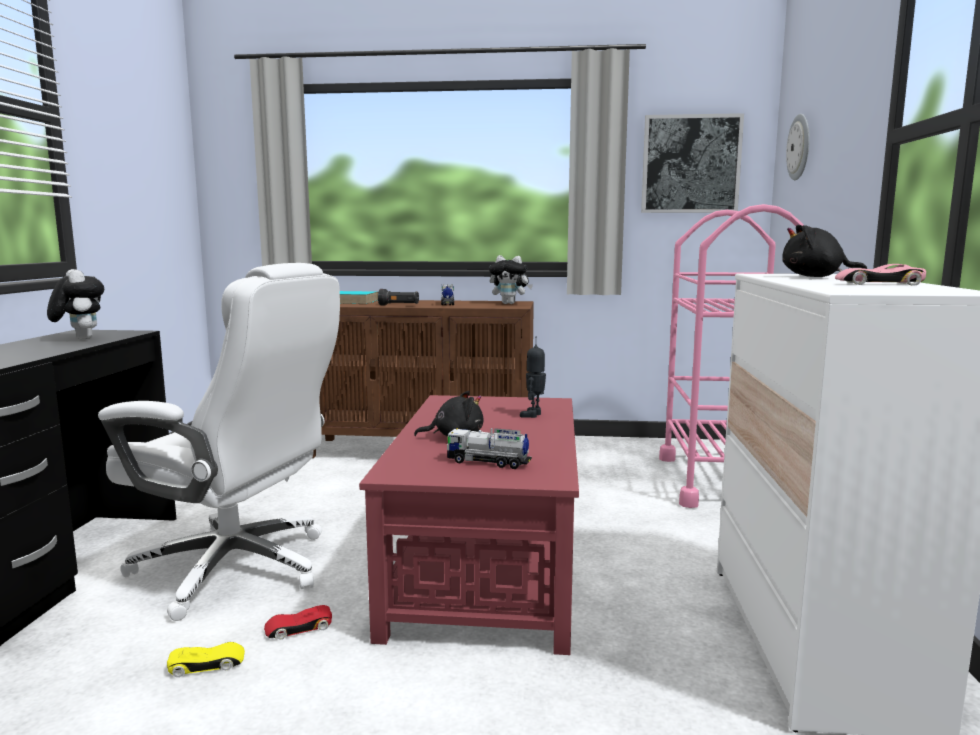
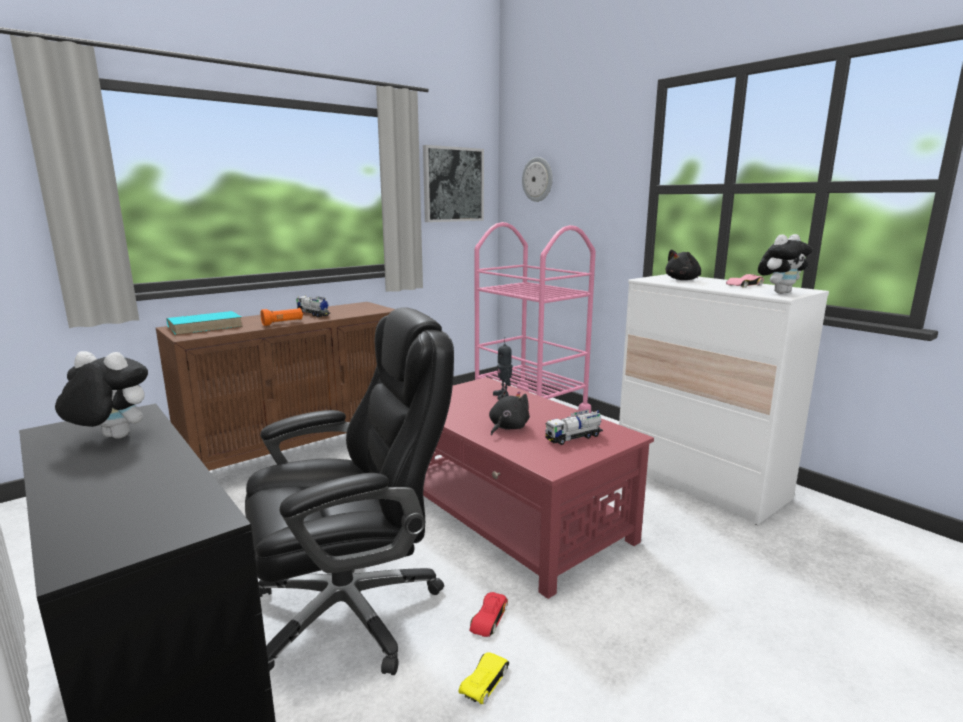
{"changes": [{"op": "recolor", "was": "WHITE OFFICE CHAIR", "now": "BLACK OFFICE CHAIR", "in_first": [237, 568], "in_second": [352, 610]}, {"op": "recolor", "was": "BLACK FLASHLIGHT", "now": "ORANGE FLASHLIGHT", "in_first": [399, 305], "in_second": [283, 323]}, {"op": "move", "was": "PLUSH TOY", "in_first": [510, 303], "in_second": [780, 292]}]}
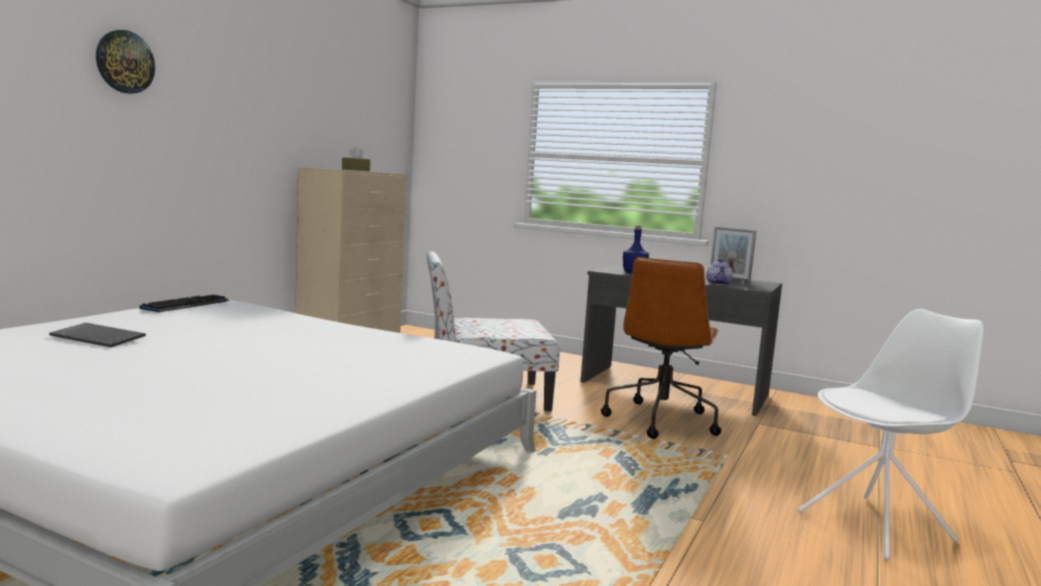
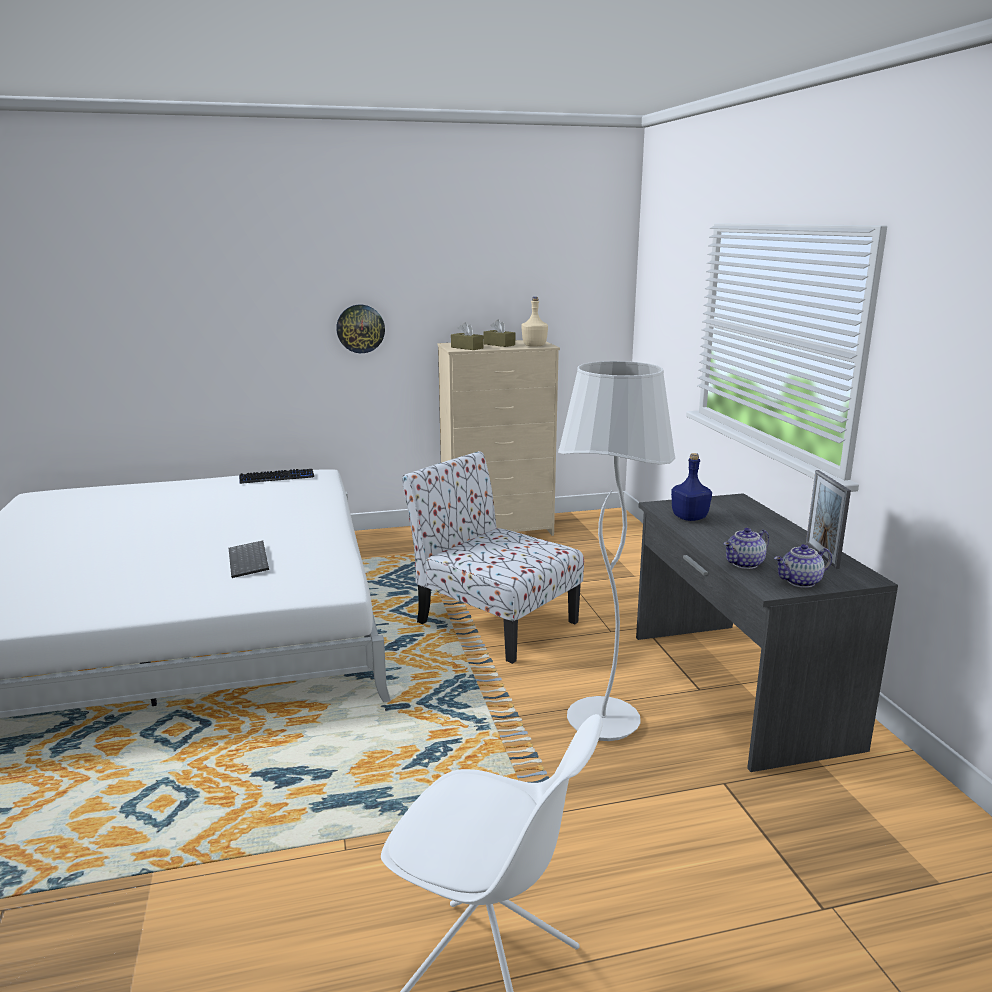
{"changes": [{"op": "move", "was": "KEYBOARD", "in_first": [100, 337], "in_second": [250, 561]}, {"op": "move", "was": "WALL CLOCK", "in_first": [125, 62], "in_second": [360, 328]}, {"op": "replace", "was": "BROWN OFFICE CHAIR", "now": "WHITE FLOOR LAMP", "in_first": [660, 420], "in_second": [603, 722]}, {"op": "insert", "now": "BROWN TISSUE BOX", "in_second": [467, 348]}, {"op": "insert", "now": "BEIGE BOTTLE", "in_second": [534, 346]}, {"op": "insert", "now": "TEAPOT", "in_second": [800, 582]}]}
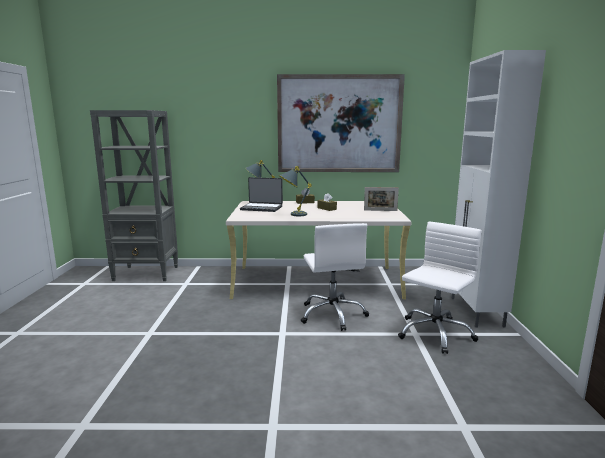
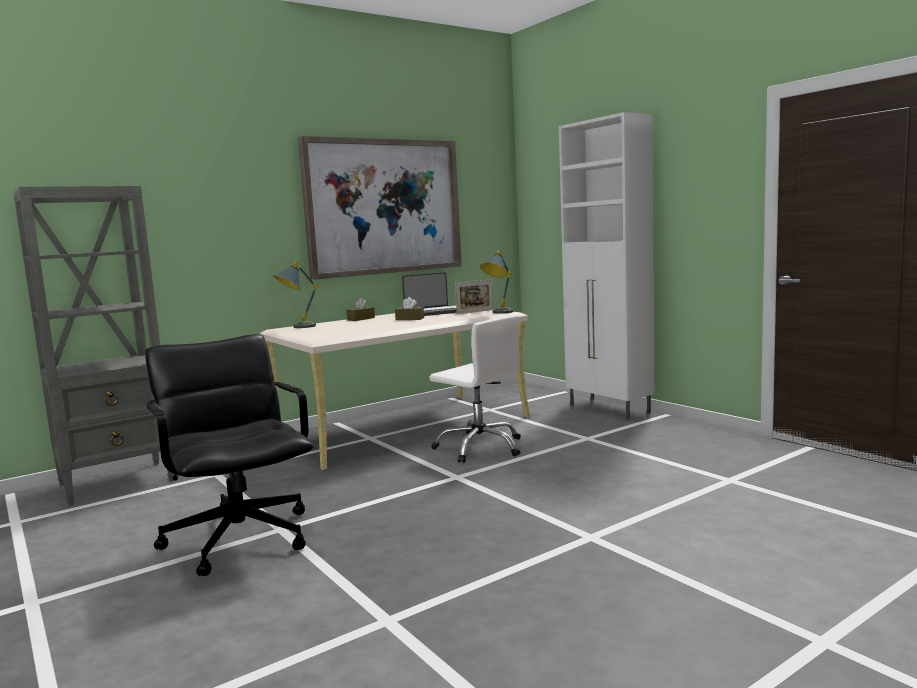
{"changes": [{"op": "move", "was": "LAPTOP", "in_first": [262, 208], "in_second": [432, 312]}, {"op": "move", "was": "GREY TABLE LAMP", "in_first": [292, 215], "in_second": [498, 313]}, {"op": "delete", "was": "WHITE OFFICE CHAIR", "in_first": [434, 333]}, {"op": "insert", "now": "BLACK OFFICE CHAIR", "in_second": [240, 538]}]}
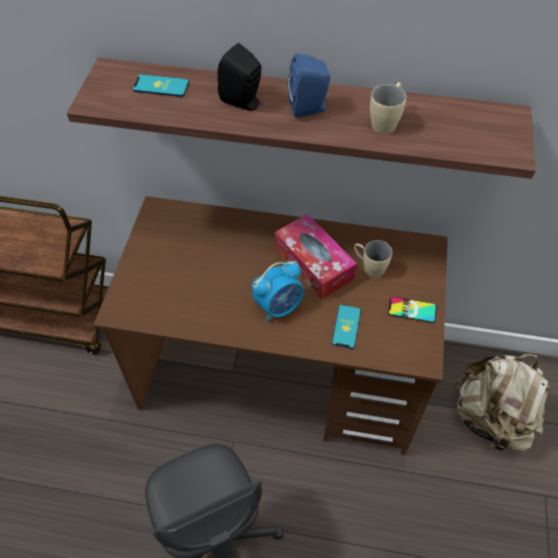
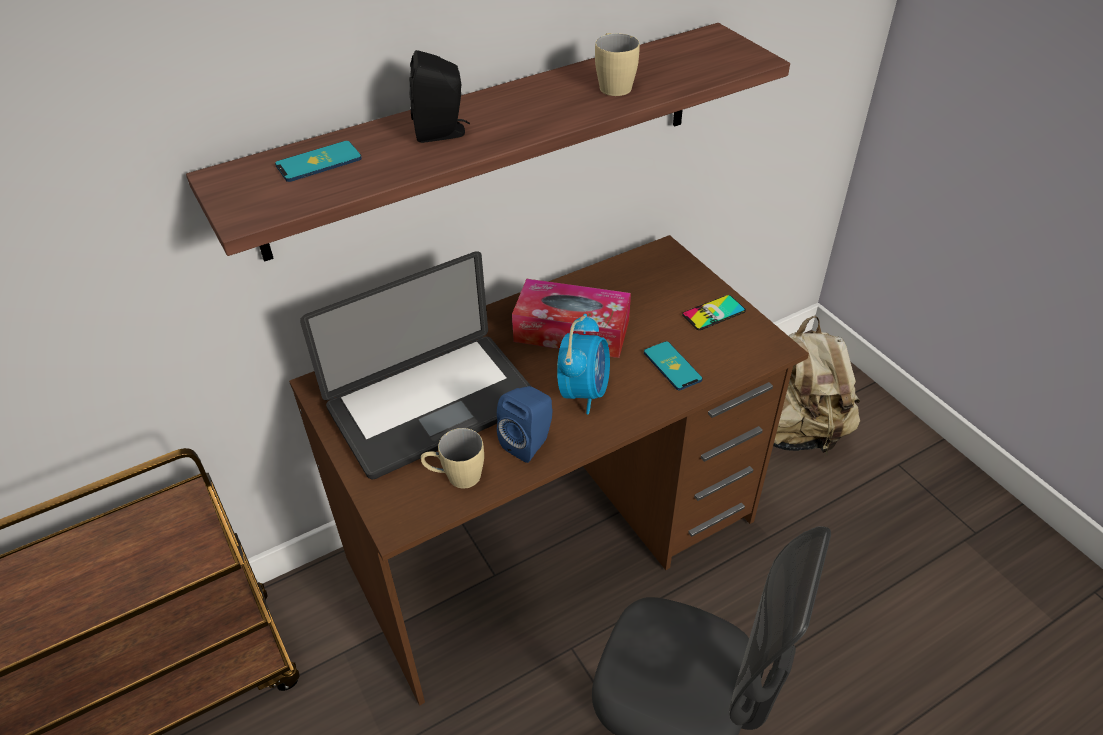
{"changes": [{"op": "move", "was": "BLUE SPEAKER", "in_first": [309, 108], "in_second": [529, 442]}, {"op": "move", "was": "BEIGE MUG", "in_first": [369, 267], "in_second": [455, 477]}, {"op": "insert", "now": "LAPTOP", "in_second": [433, 406]}]}
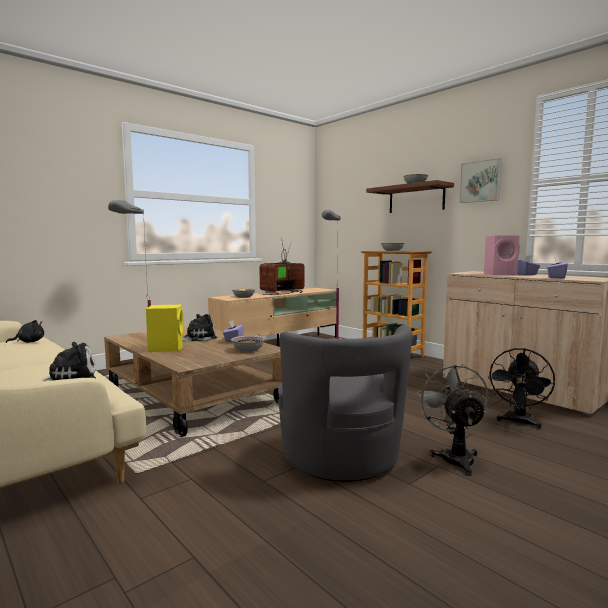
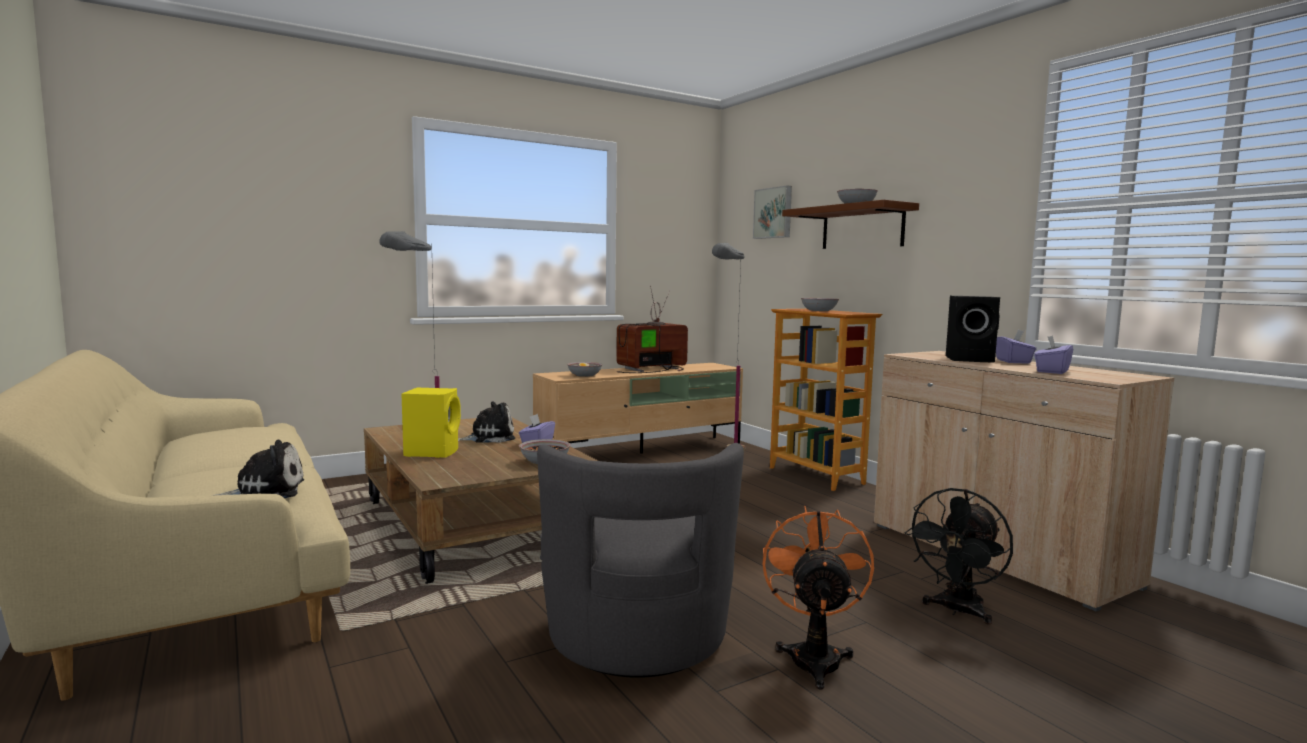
{"changes": [{"op": "delete", "was": "BLACK PLUSH TOY", "in_first": [29, 342]}, {"op": "recolor", "was": "GREY FAN", "now": "ORANGE FAN", "in_first": [454, 456], "in_second": [814, 656]}, {"op": "move", "was": "PICTURE", "in_first": [481, 181], "in_second": [774, 213]}, {"op": "recolor", "was": "PINK SPEAKER", "now": "BLACK SPEAKER", "in_first": [501, 274], "in_second": [971, 360]}]}
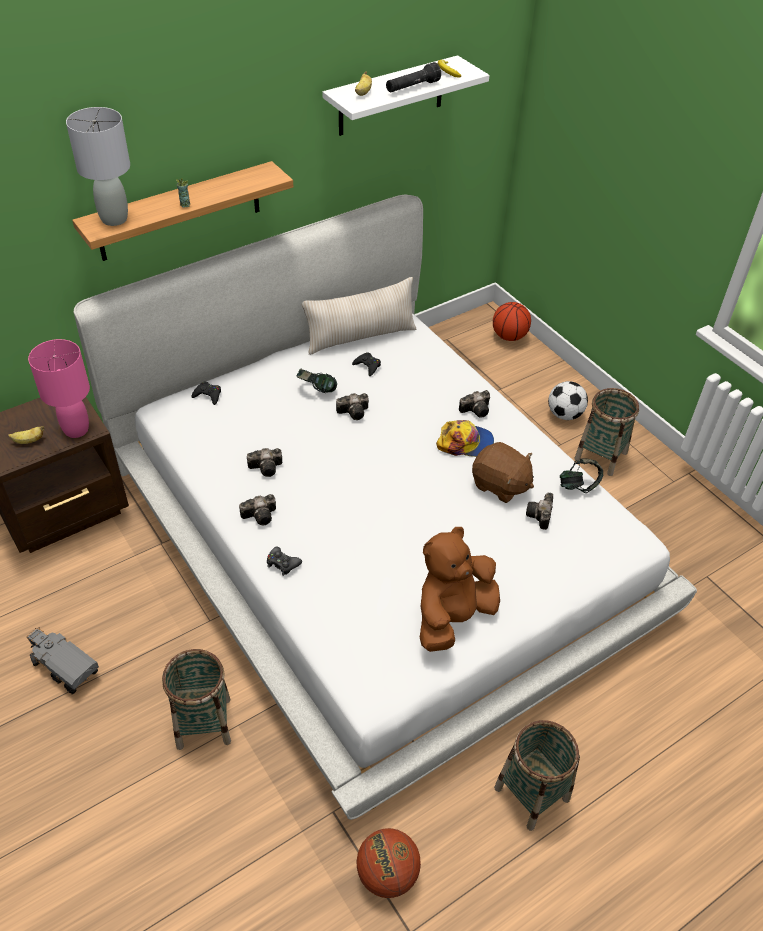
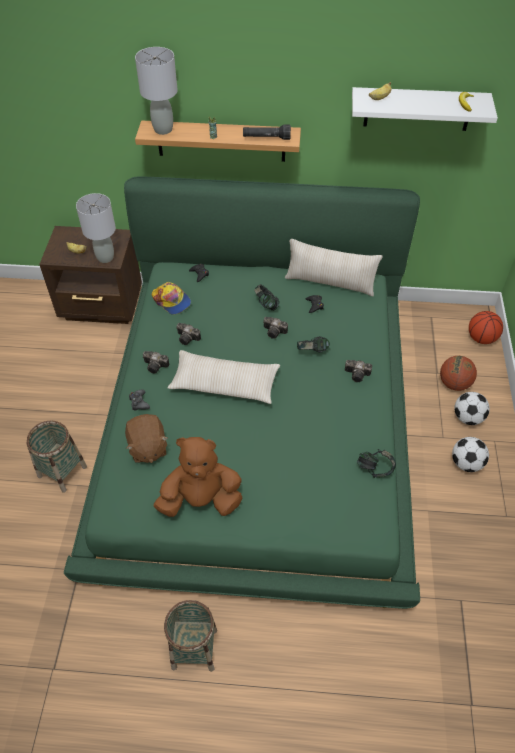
{"changes": [{"op": "delete", "was": "TOY TRUCK", "in_first": [64, 667]}, {"op": "recolor", "was": "PINK TABLE LAMP", "now": "GREY TABLE LAMP", "in_first": [77, 429], "in_second": [106, 257]}, {"op": "recolor", "was": "WHITE BED", "now": "GREEN BED", "in_first": [378, 535], "in_second": [257, 425]}, {"op": "move", "was": "BASKETBALL", "in_first": [387, 874], "in_second": [454, 383]}, {"op": "move", "was": "BLACK FLASHLIGHT", "in_first": [412, 87], "in_second": [266, 138]}, {"op": "move", "was": "CAP", "in_first": [465, 443], "in_second": [172, 301]}, {"op": "move", "was": "BROWN PLUSH TOY", "in_first": [500, 485], "in_second": [147, 448]}, {"op": "delete", "was": "PHOTO CAMERA", "in_first": [540, 516]}, {"op": "replace", "was": "BASKET", "now": "FOOTBALL", "in_first": [601, 456], "in_second": [466, 463]}, {"op": "insert", "now": "BEIGE PILLOW", "in_second": [224, 383]}, {"op": "insert", "now": "HEADPHONES", "in_second": [312, 352]}]}
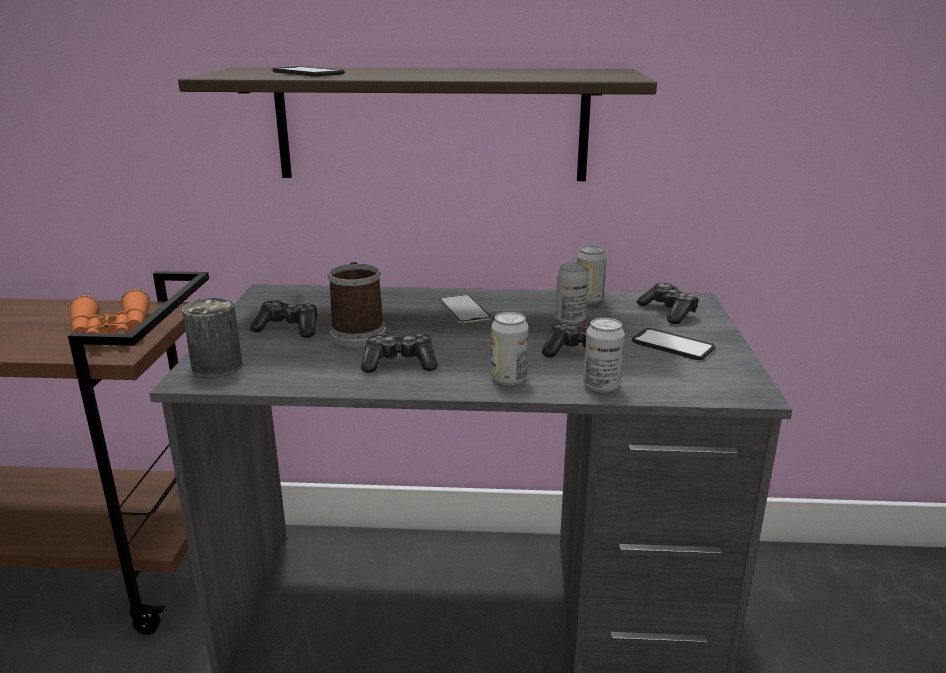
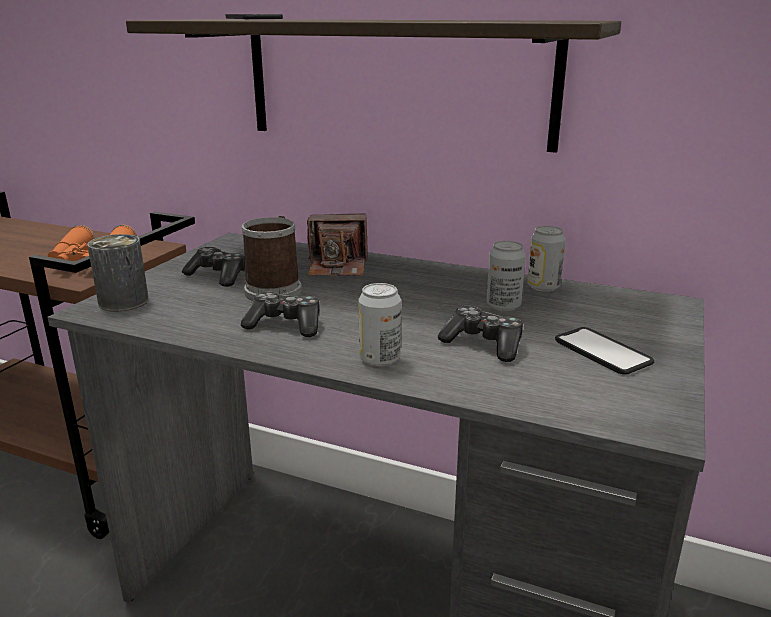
{"changes": [{"op": "delete", "was": "PHONE", "in_first": [464, 309]}, {"op": "delete", "was": "CAN", "in_first": [601, 386]}, {"op": "delete", "was": "GAME CONTROLLER", "in_first": [668, 312]}, {"op": "insert", "now": "PHOTO CAMERA", "in_second": [338, 267]}]}
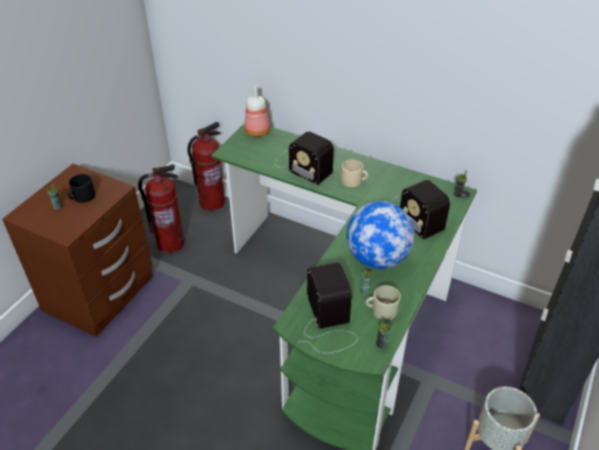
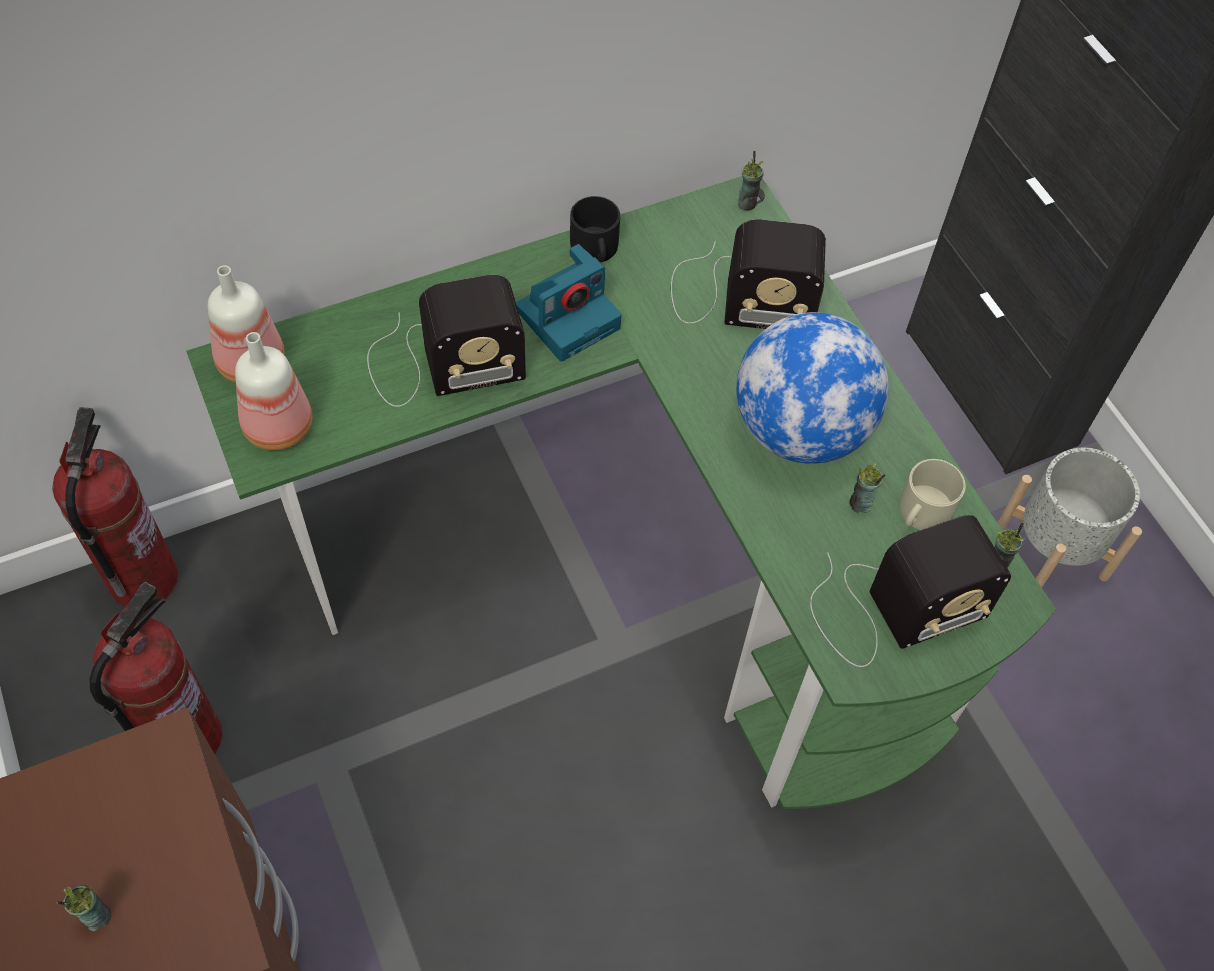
{"changes": [{"op": "move", "was": "BLACK MUG", "in_first": [82, 197], "in_second": [595, 249]}, {"op": "rotate", "was": "RADIO", "in_first": [329, 322], "in_second": [891, 609], "clockwise": 135}, {"op": "replace", "was": "BEIGE MUG", "now": "PHOTO CAMERA", "in_first": [354, 181], "in_second": [569, 317]}, {"op": "insert", "now": "BOTTLE", "in_second": [276, 428]}]}
